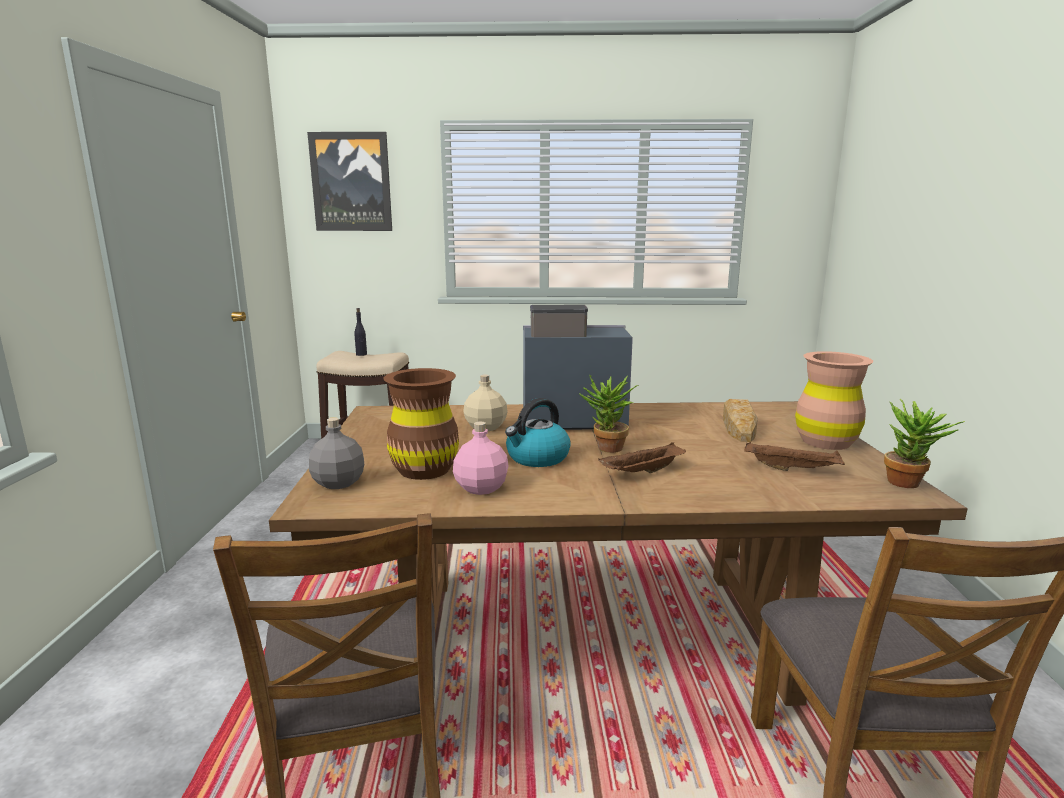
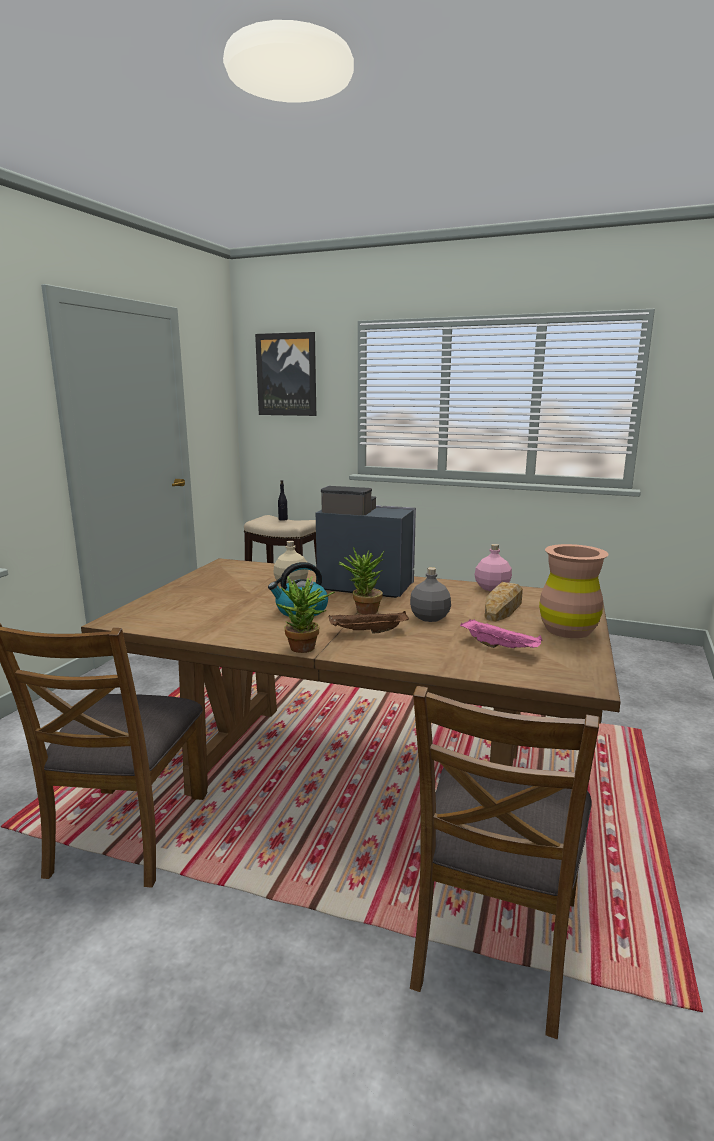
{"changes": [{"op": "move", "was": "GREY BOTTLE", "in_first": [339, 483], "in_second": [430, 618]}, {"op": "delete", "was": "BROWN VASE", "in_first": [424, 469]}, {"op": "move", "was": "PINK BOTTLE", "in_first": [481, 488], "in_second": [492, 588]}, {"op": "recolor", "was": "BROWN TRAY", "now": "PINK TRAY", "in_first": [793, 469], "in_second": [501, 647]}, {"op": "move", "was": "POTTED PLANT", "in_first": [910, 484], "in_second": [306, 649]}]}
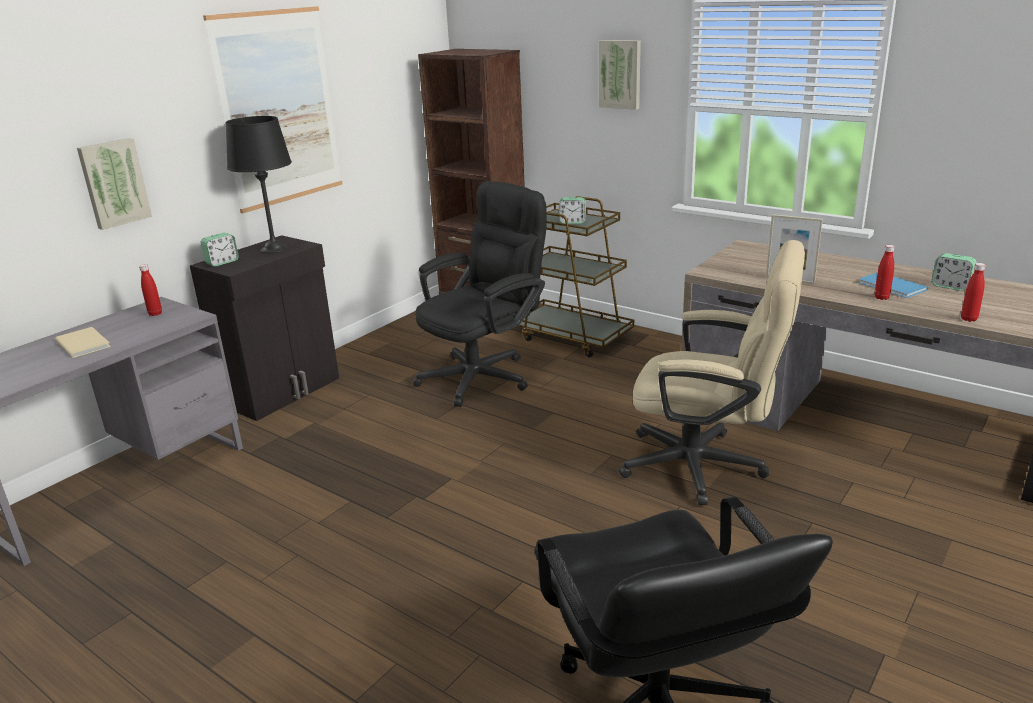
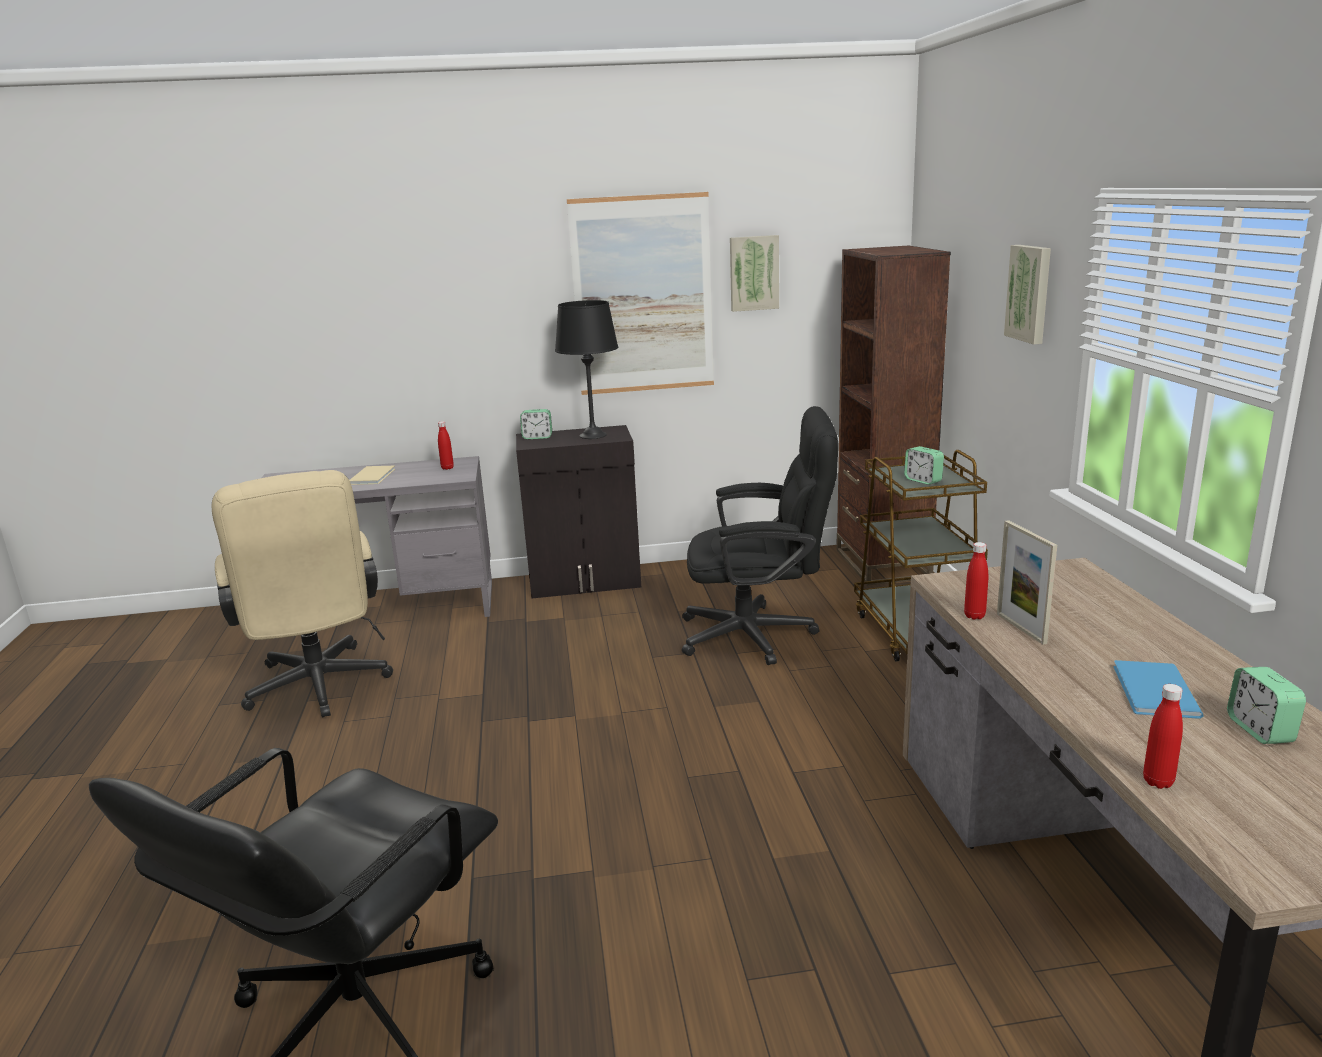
{"changes": [{"op": "move", "was": "PICTURE", "in_first": [113, 183], "in_second": [753, 273]}, {"op": "move", "was": "BEIGE OFFICE CHAIR", "in_first": [706, 467], "in_second": [319, 689]}, {"op": "move", "was": "RED BOTTLE", "in_first": [881, 297], "in_second": [974, 616]}]}
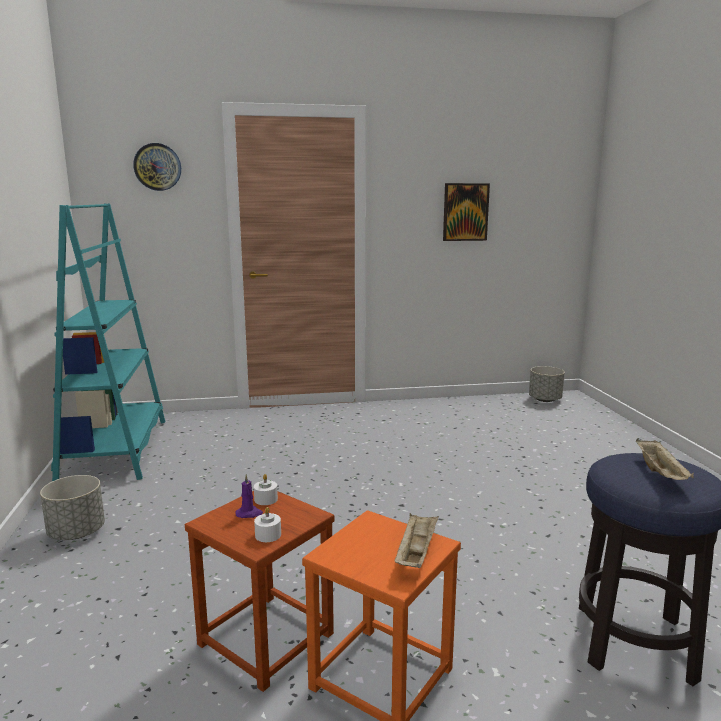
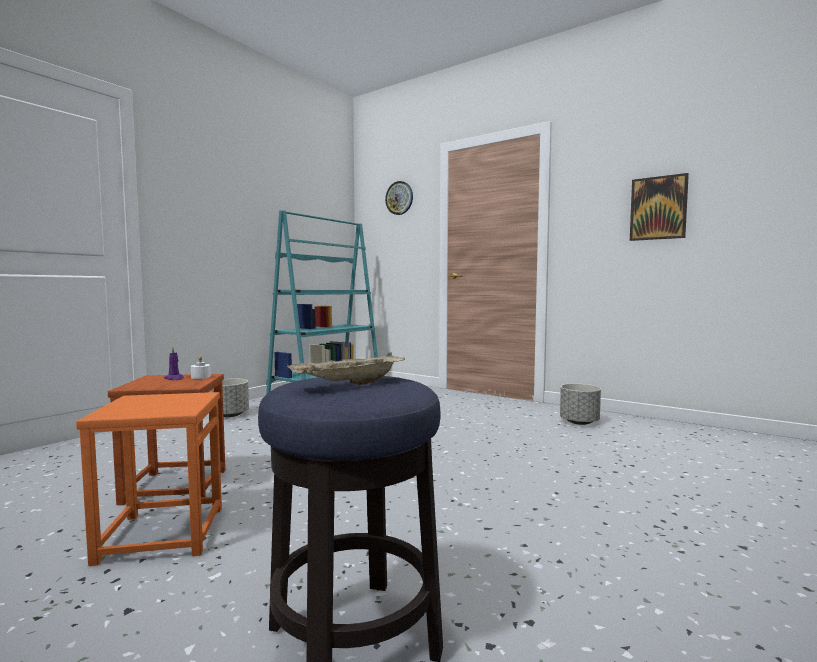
{"changes": [{"op": "delete", "was": "WHITE CANDLE", "in_first": [268, 535]}, {"op": "delete", "was": "BEIGE TRAY", "in_first": [416, 553]}, {"op": "move", "was": "GREY PLANTER", "in_first": [545, 400], "in_second": [579, 422]}]}
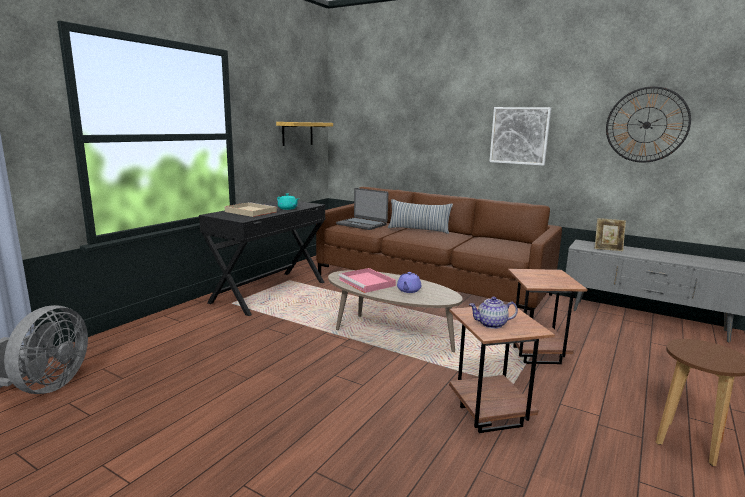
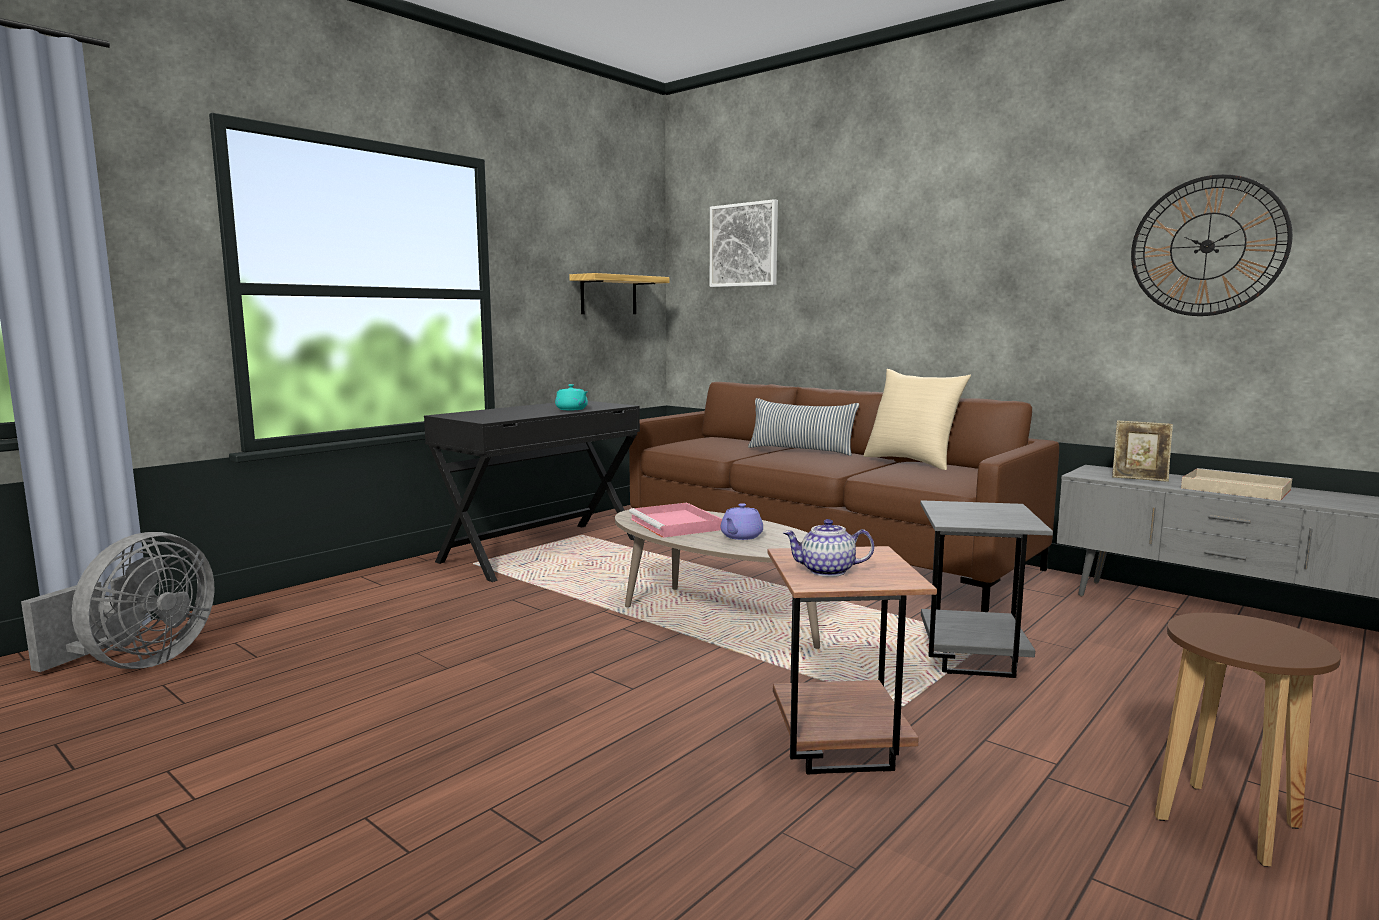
{"changes": [{"op": "move", "was": "BEIGE TRAY", "in_first": [250, 211], "in_second": [1233, 488]}, {"op": "delete", "was": "LAPTOP", "in_first": [362, 224]}, {"op": "move", "was": "PICTURE", "in_first": [519, 135], "in_second": [744, 245]}, {"op": "recolor", "was": "BROWN SIDE TABLE", "now": "GREY SIDE TABLE", "in_first": [537, 355], "in_second": [974, 661]}, {"op": "insert", "now": "BEIGE PILLOW", "in_second": [912, 462]}]}
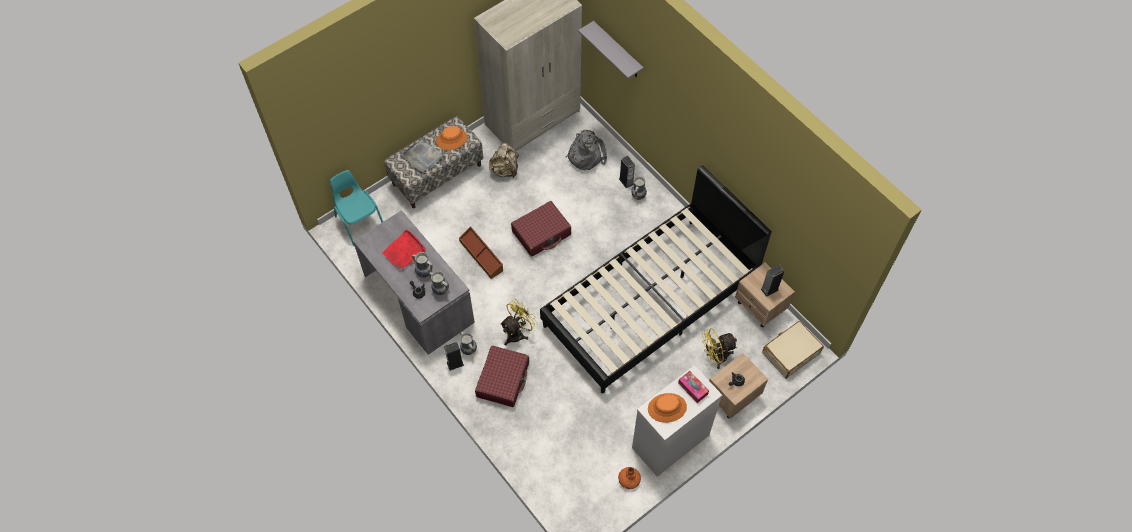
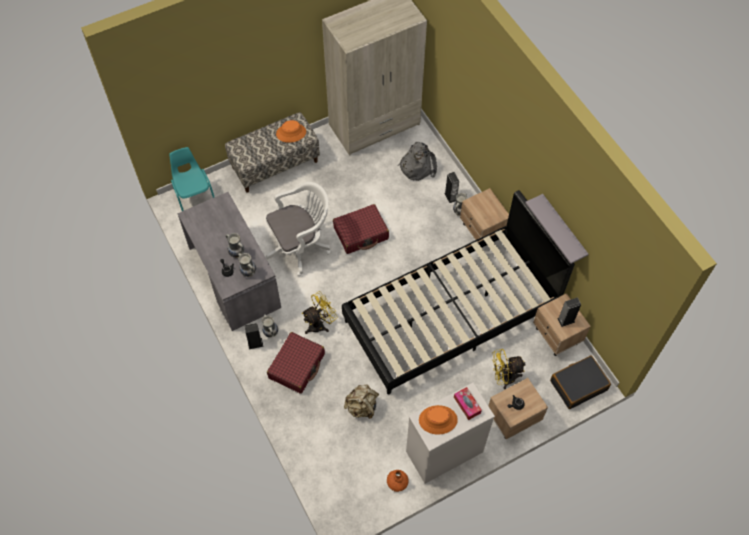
{"changes": [{"op": "delete", "was": "RED TRAY", "in_first": [404, 251]}, {"op": "delete", "was": "GREY TRAY", "in_first": [422, 157]}, {"op": "replace", "was": "BROWN STORAGE BOX", "now": "WHITE OFFICE CHAIR", "in_first": [481, 255], "in_second": [301, 246]}, {"op": "move", "was": "BEIGE BACKPACK", "in_first": [505, 169], "in_second": [362, 407]}, {"op": "move", "was": "GREY SHELF", "in_first": [617, 51], "in_second": [563, 229]}, {"op": "recolor", "was": "BEIGE SUITCASE", "now": "BLACK SUITCASE", "in_first": [790, 353], "in_second": [578, 385]}, {"op": "insert", "now": "BEIGE NIGHTSTAND", "in_second": [482, 231]}]}
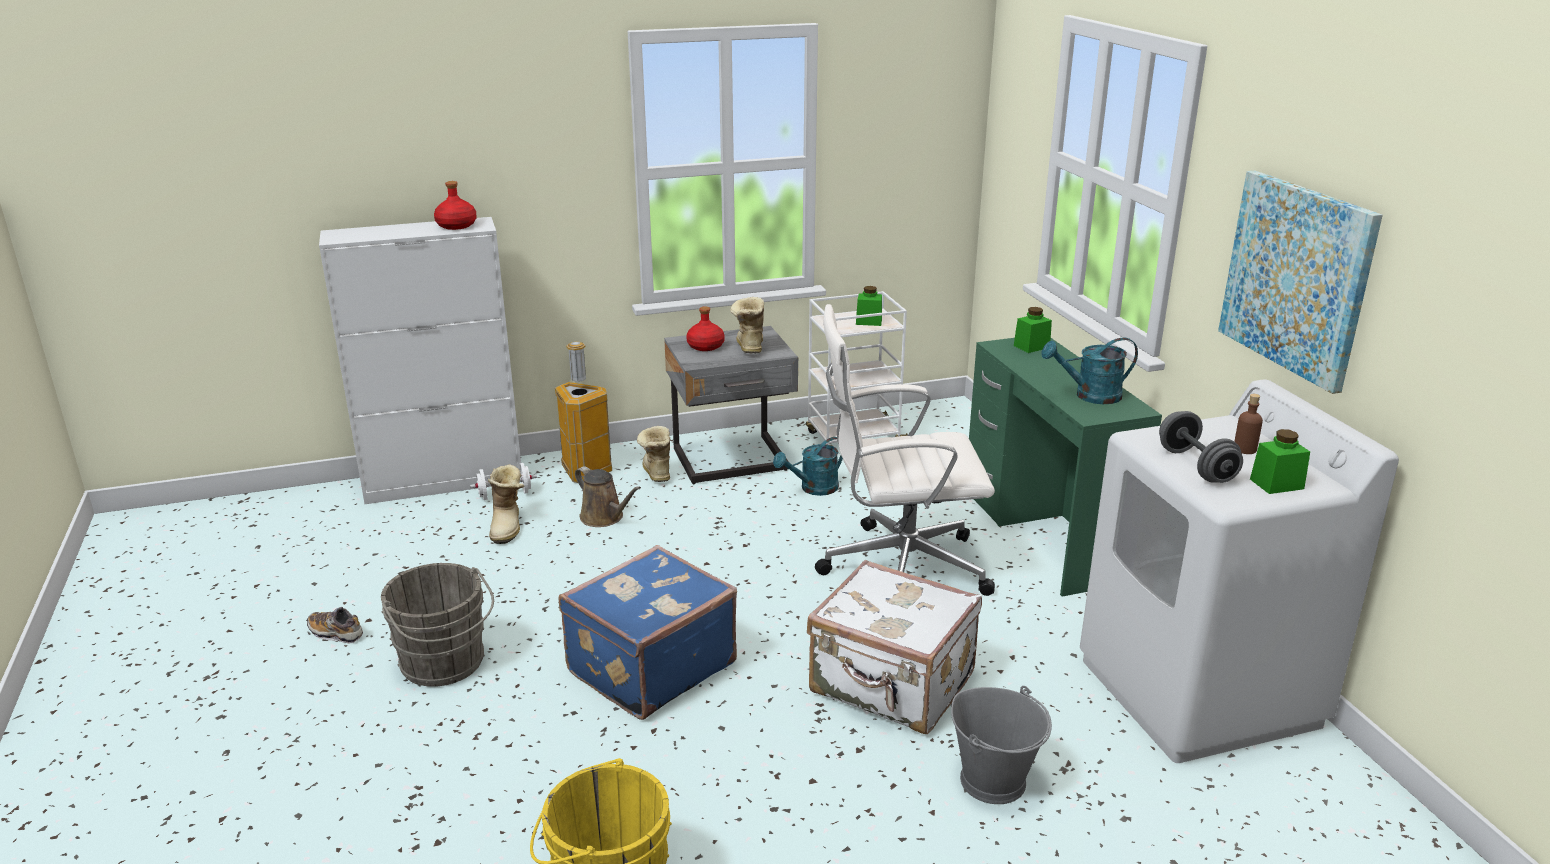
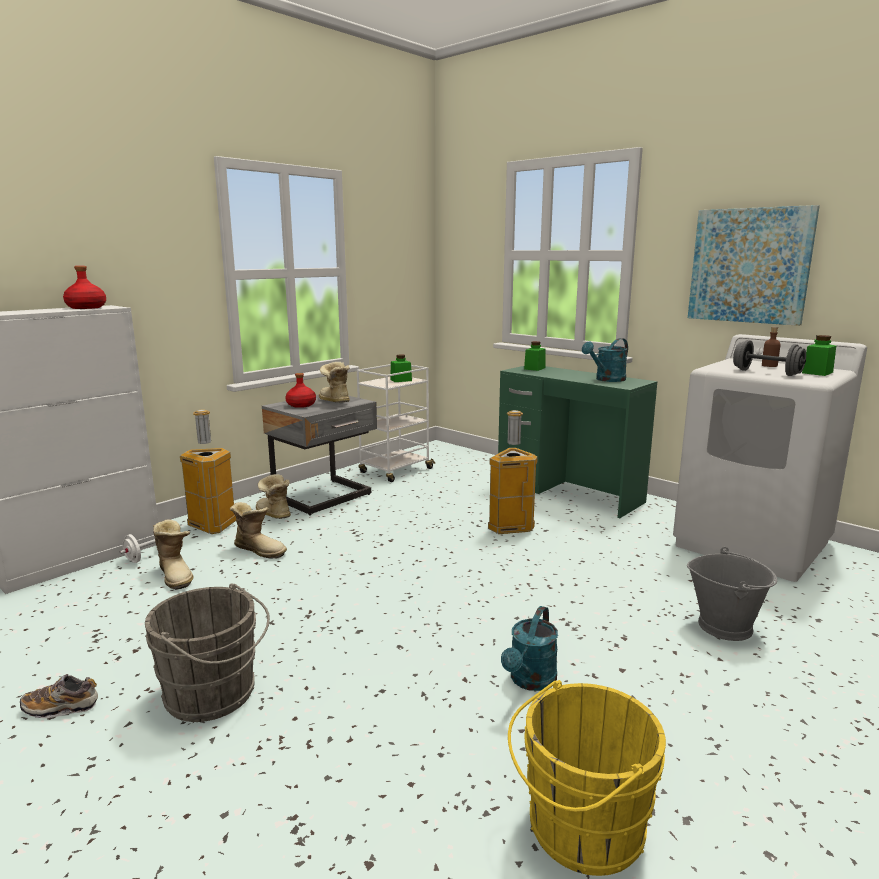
{"changes": [{"op": "delete", "was": "BLUE SUITCASE", "in_first": [649, 667]}, {"op": "replace", "was": "BROWN WATERING CAN", "now": "BOOT", "in_first": [604, 517], "in_second": [260, 550]}, {"op": "move", "was": "TURQUOISE WATERING CAN", "in_first": [813, 489], "in_second": [530, 681]}, {"op": "delete", "was": "WHITE SUITCASE", "in_first": [892, 685]}, {"op": "replace", "was": "WHITE OFFICE CHAIR", "now": "TRASH CAN", "in_first": [899, 568], "in_second": [509, 528]}]}
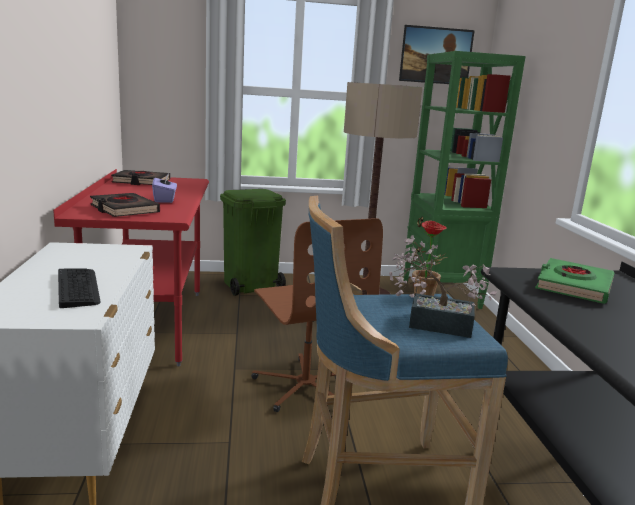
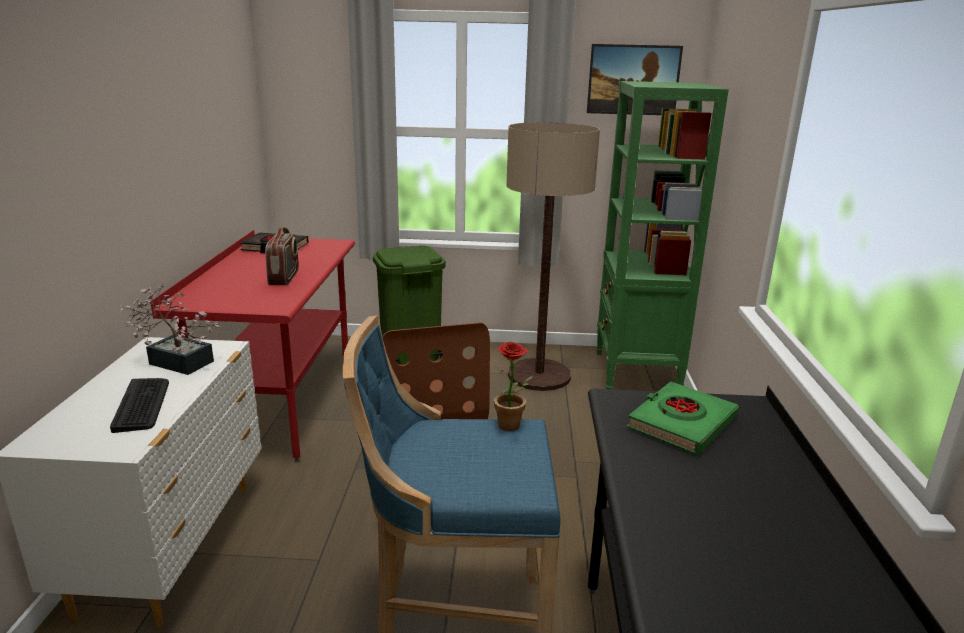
{"changes": [{"op": "delete", "was": "BLACK BOOK", "in_first": [124, 210]}, {"op": "replace", "was": "PURPLE TISSUE BOX", "now": "RADIO", "in_first": [165, 200], "in_second": [284, 277]}, {"op": "move", "was": "POTTED PLANT", "in_first": [432, 323], "in_second": [176, 361]}]}
